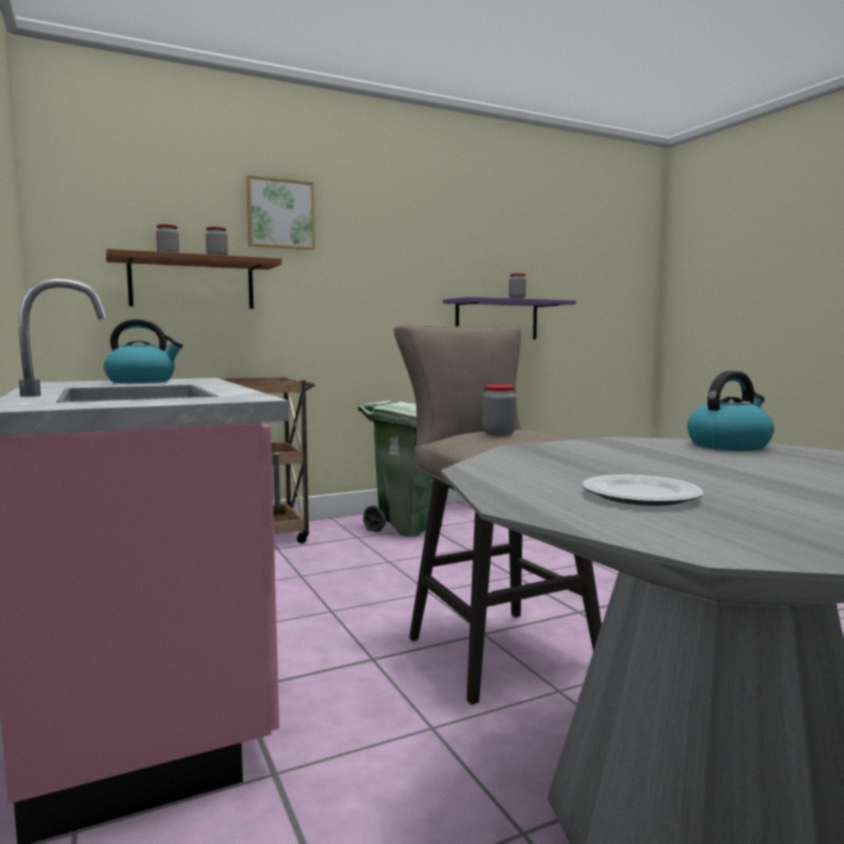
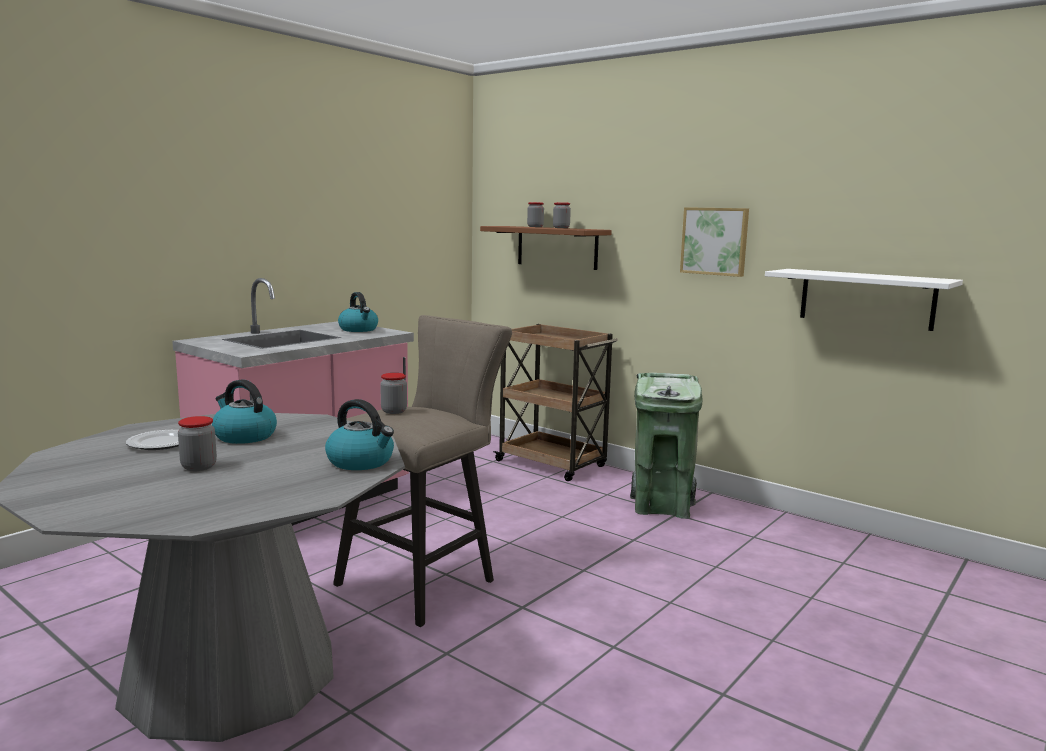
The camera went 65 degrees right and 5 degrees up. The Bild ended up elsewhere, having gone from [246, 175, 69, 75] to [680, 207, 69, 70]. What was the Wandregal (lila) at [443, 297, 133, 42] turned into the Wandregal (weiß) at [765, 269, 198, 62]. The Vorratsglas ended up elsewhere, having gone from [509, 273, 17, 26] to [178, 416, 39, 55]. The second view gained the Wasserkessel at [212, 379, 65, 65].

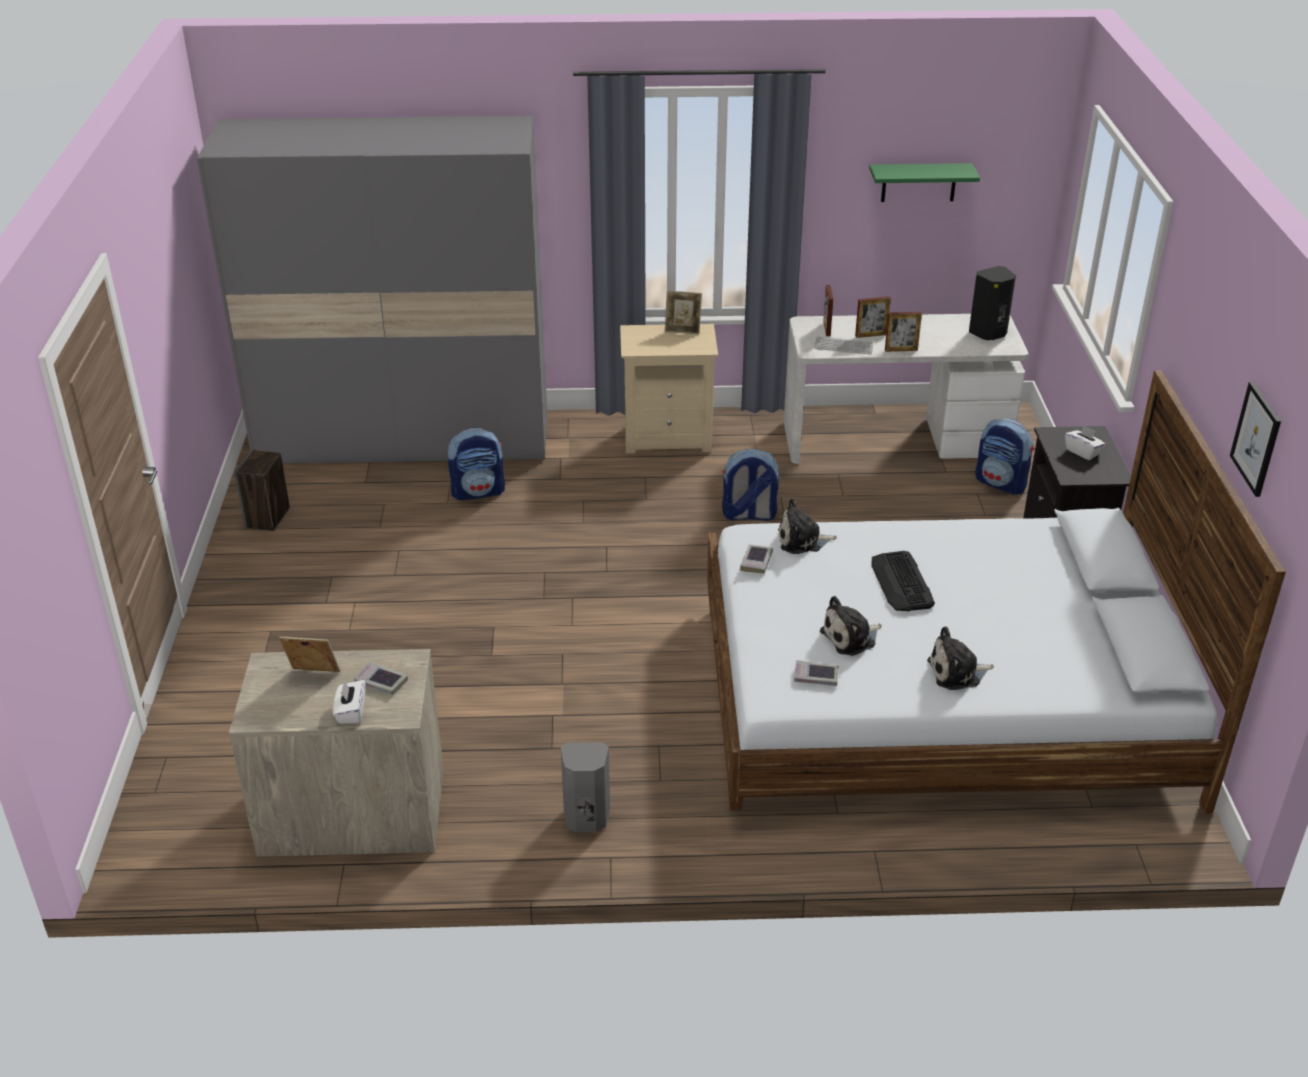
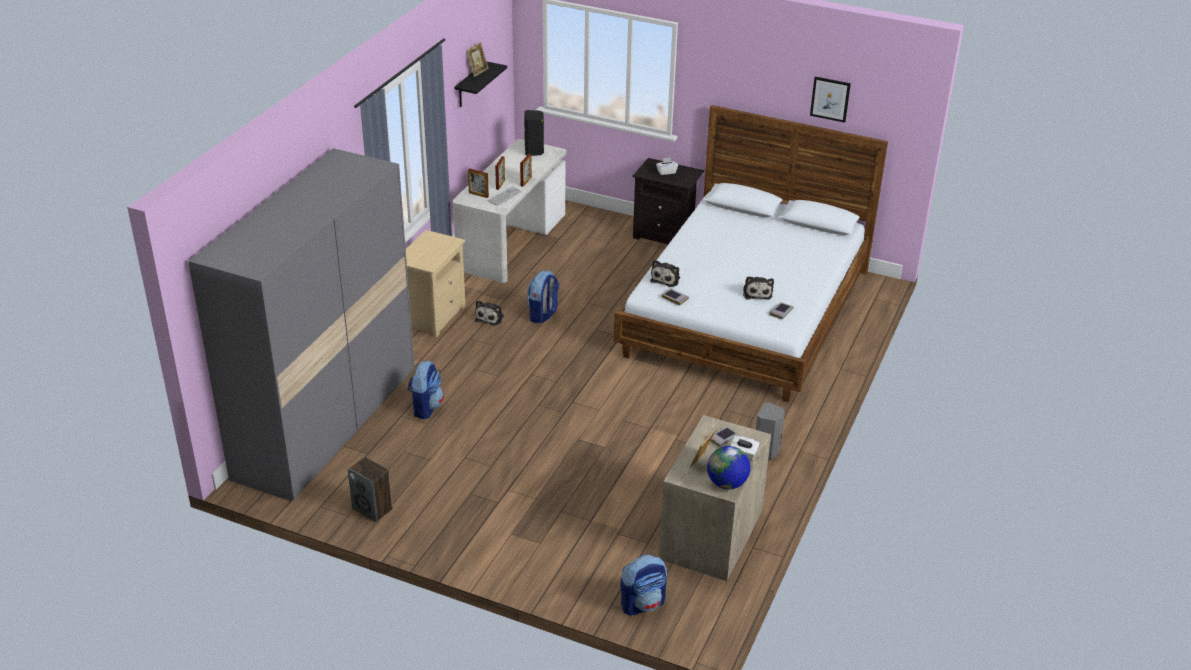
The camera went 65 degrees left and 0 degrees up. The Bilderrahmen ended up elsewhere, having gone from [665, 290, 37, 44] to [466, 42, 23, 35]. What was the Wandregal (grün) at [869, 163, 111, 39] turned into the Wandregal (schwarz) at [454, 62, 53, 45]. The second view lost the Tastatur at [872, 551, 63, 60]. The Plüschtier ended up elsewhere, having gone from [927, 626, 67, 64] to [475, 300, 29, 26]. The Rucksack ended up elsewhere, having gone from [975, 419, 59, 76] to [621, 554, 46, 61]. The second view gained the Globus at [707, 446, 43, 43].

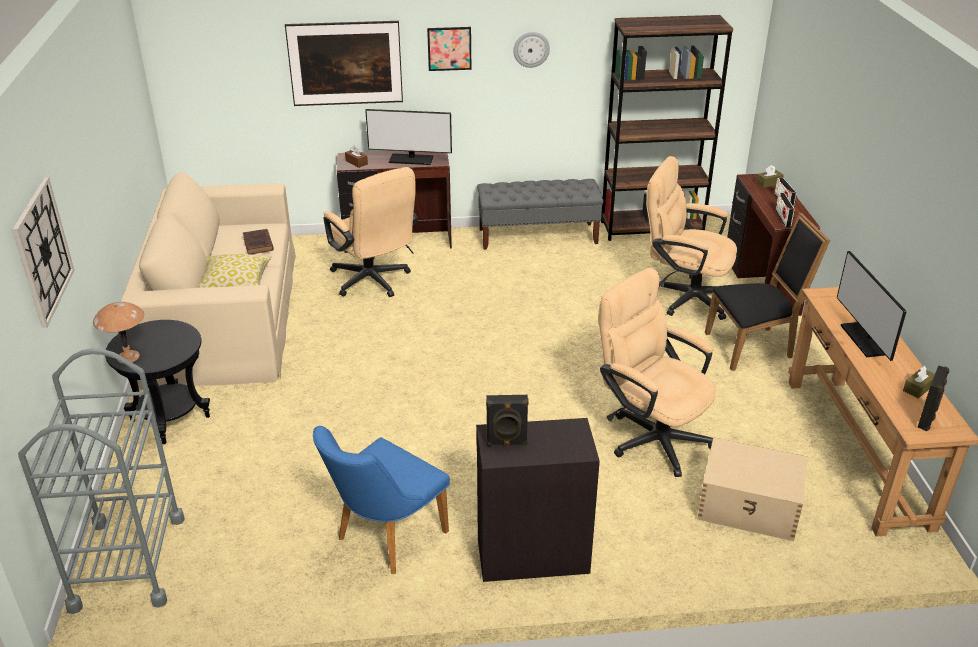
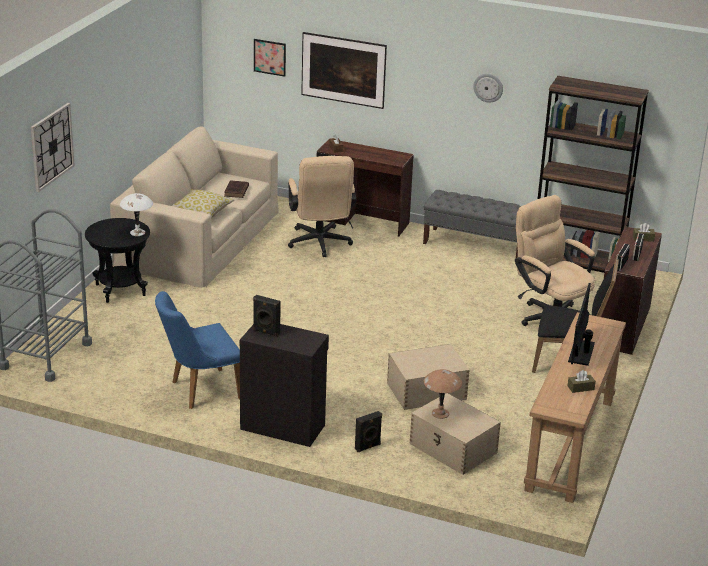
The camera went 25 degrees right and 5 degrees down. The Tischlampe (braun) ended up elsewhere, having gone from [93, 302, 51, 61] to [424, 369, 38, 50]. The second view lost the Monitor at [365, 109, 87, 56]. The Bild ended up elsewhere, having gone from [427, 27, 44, 44] to [254, 39, 32, 38]. Where the Bürostuhl (beige) stood at [598, 268, 119, 209], the Aufbewahrungsbox (beige) came to stand at [387, 344, 83, 66]. The Lautsprecher (schwarz) ended up elsewhere, having gone from [917, 365, 32, 66] to [355, 411, 27, 41]. The second view gained the Tischlampe (weiß) at [120, 193, 33, 43].

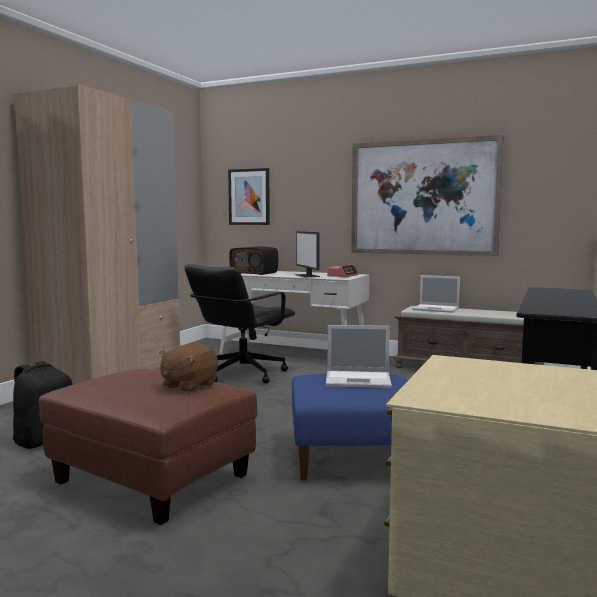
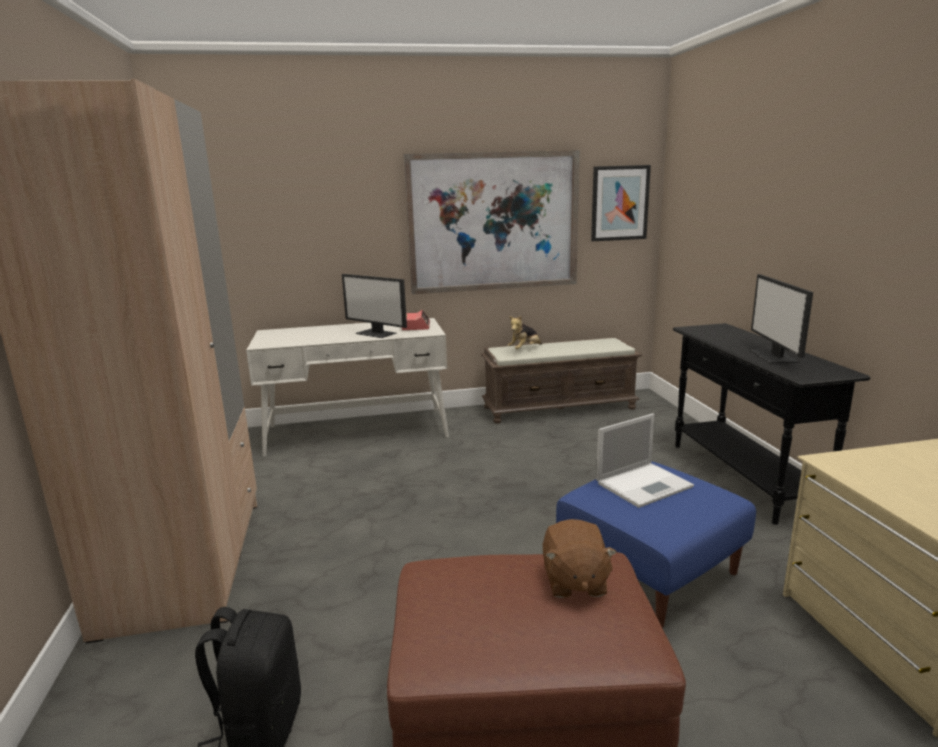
The camera went 35 degrees left and 10 degrees up. The second view lost the Bürostuhl (schwarz) at [184, 264, 111, 119]. The Bild ended up elsewhere, having gone from [228, 168, 42, 57] to [591, 165, 60, 76]. The second view lost the Radio at [229, 246, 49, 29]. Where the Laptop stood at [412, 275, 48, 38], the Plüschtier came to stand at [507, 316, 35, 33]. The second view gained the Monitor at [750, 274, 63, 89].

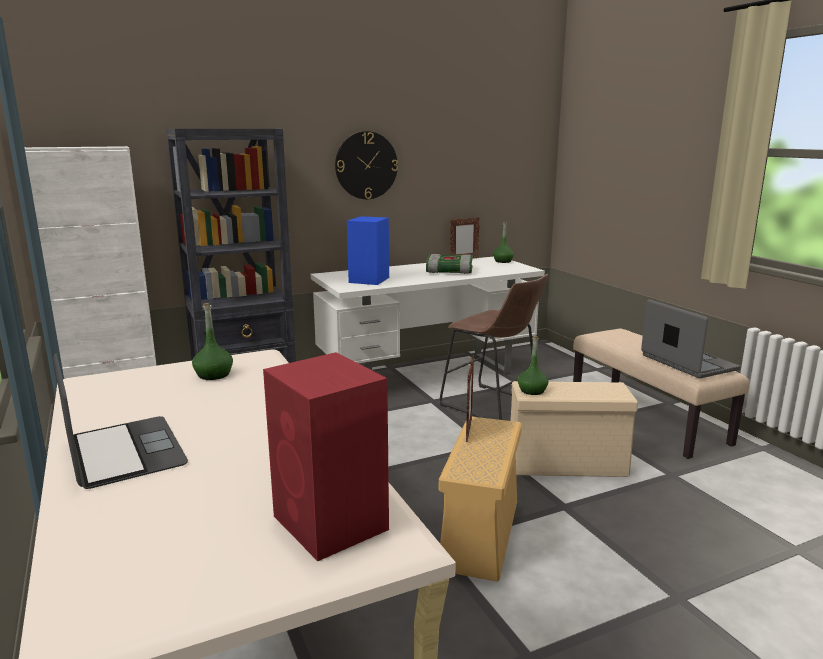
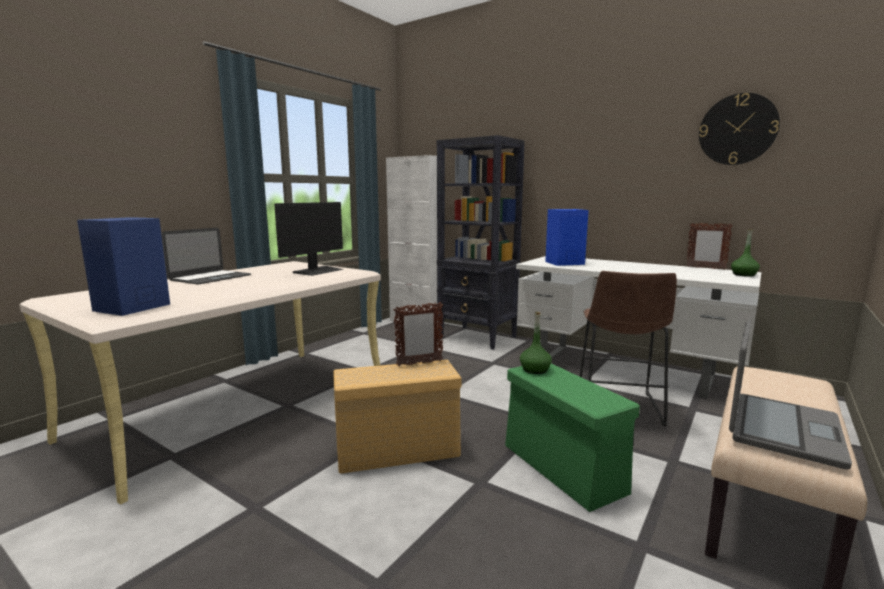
The camera went 60 degrees right and 5 degrees down. Where the Flasche (grün) stood at [192, 303, 41, 77], the Monitor came to stand at [274, 202, 70, 74]. What was the Lautsprecher (rot) at [263, 352, 126, 209] turned into the Lautsprecher (blau) at [77, 217, 93, 99]. The Wanduhr ended up elsewhere, having gone from [335, 131, 63, 68] to [699, 93, 81, 72]. The second view lost the Buch at [426, 254, 47, 20]. What was the Aufbewahrungsbox (beige) at [510, 381, 128, 96] turned into the Aufbewahrungsbox (grün) at [505, 364, 135, 148].

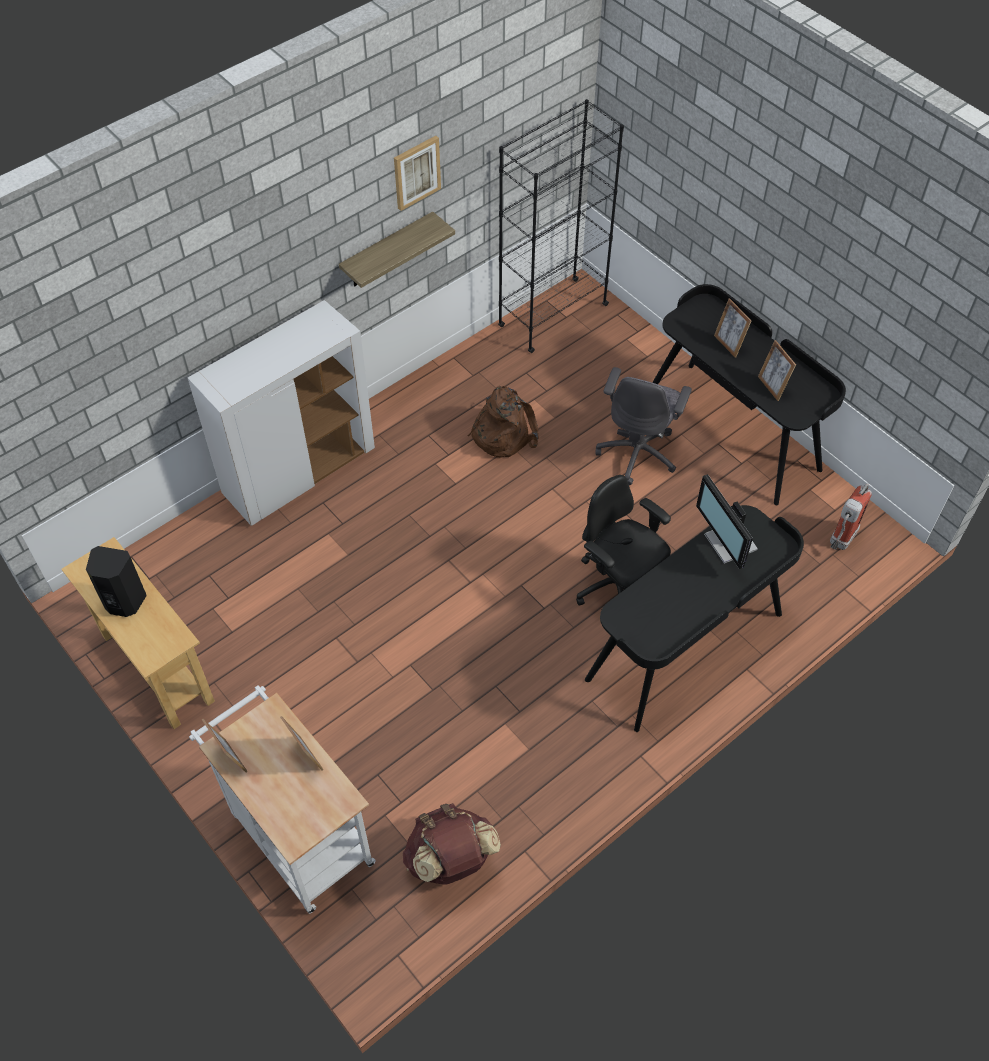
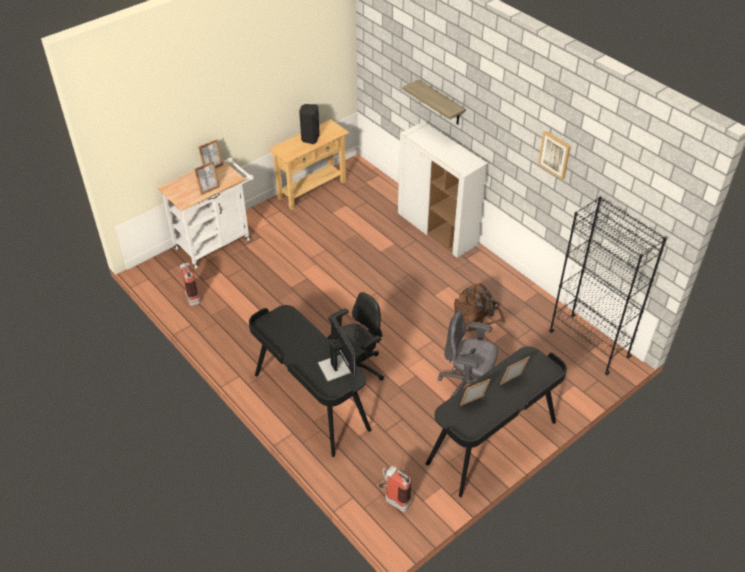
The camera went 90 degrees right and 10 degrees down. The Wandregal ended up elsewhere, having gone from [339, 211, 116, 77] to [403, 79, 63, 46]. Where the Rucksack (braun) stood at [403, 803, 98, 82], the Feuerlöscher came to stand at [180, 263, 20, 43]. The Monitor at [696, 474, 62, 95] ended up facing another way, 90 degrees clockwise from before.

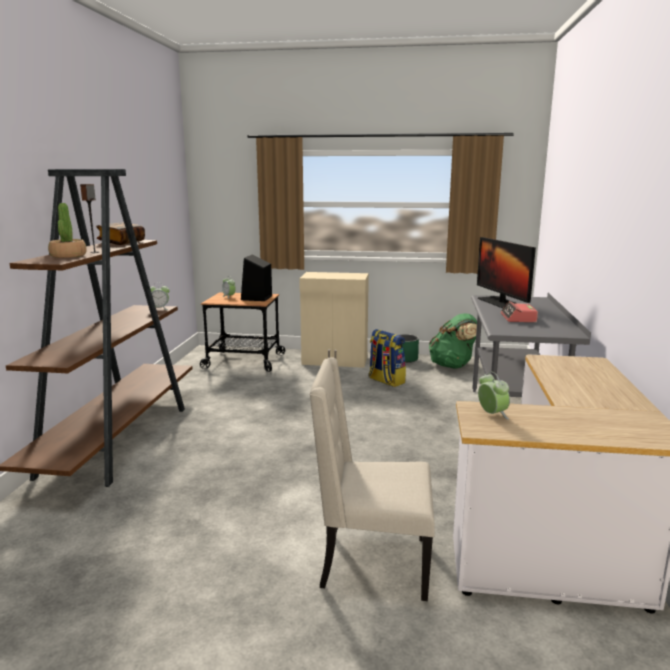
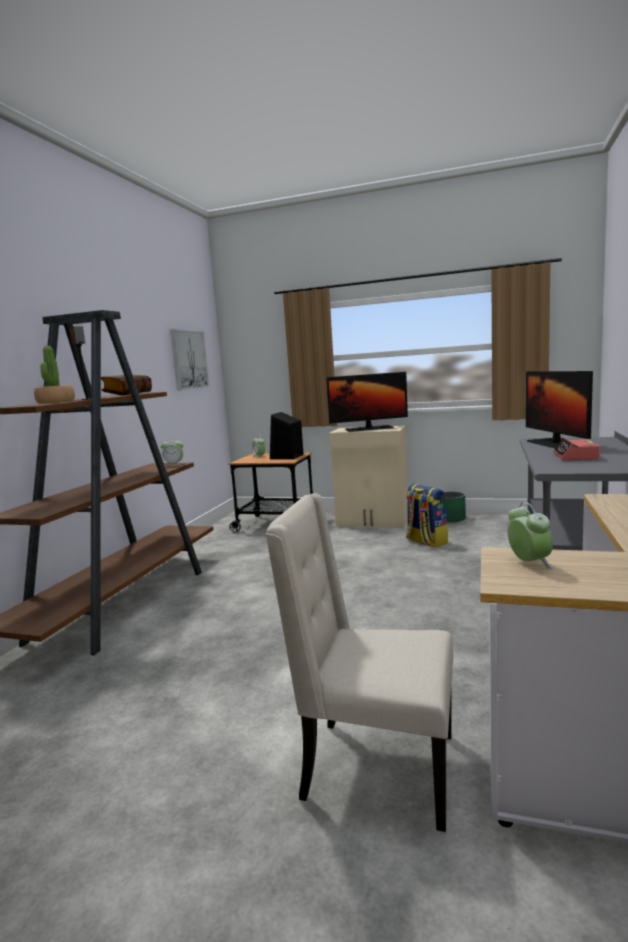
The camera went 10 degrees right and 5 degrees down. The second view lost the Rucksack (grün) at [429, 313, 48, 56]. The second view gained the Bild at [170, 329, 39, 62]. The second view gained the Monitor at [326, 372, 82, 60].

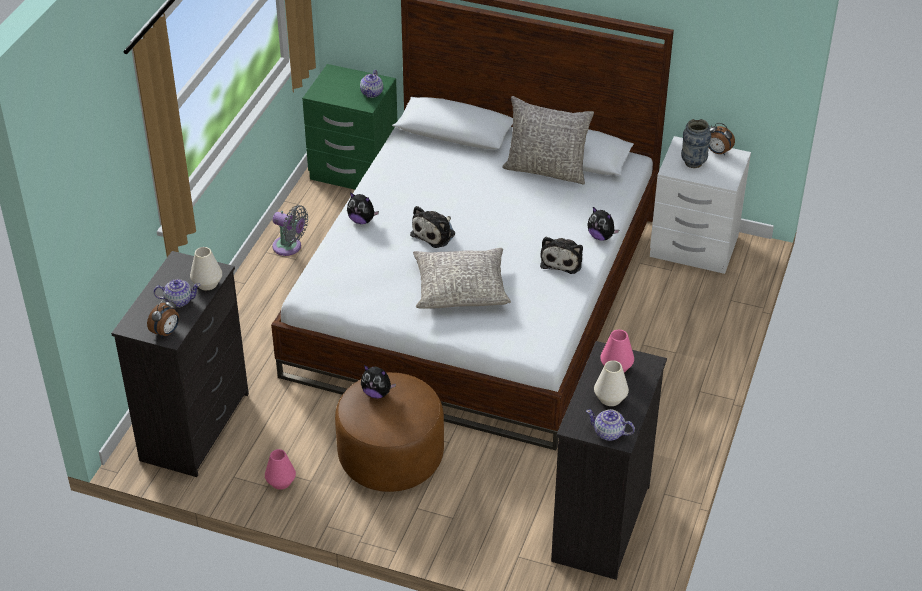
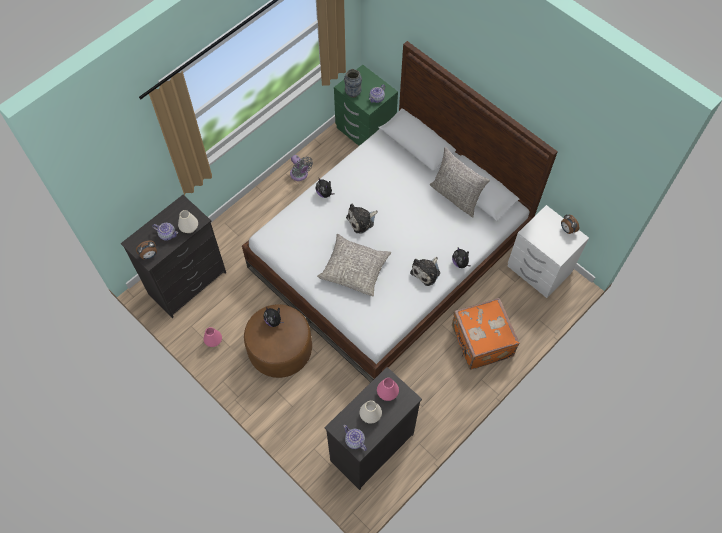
The camera went 25 degrees right and 20 degrees up. The Vase ended up elsewhere, having gone from [681, 119, 30, 49] to [344, 69, 18, 29]. The second view gained the Koffer (orange) at [452, 298, 67, 72].

